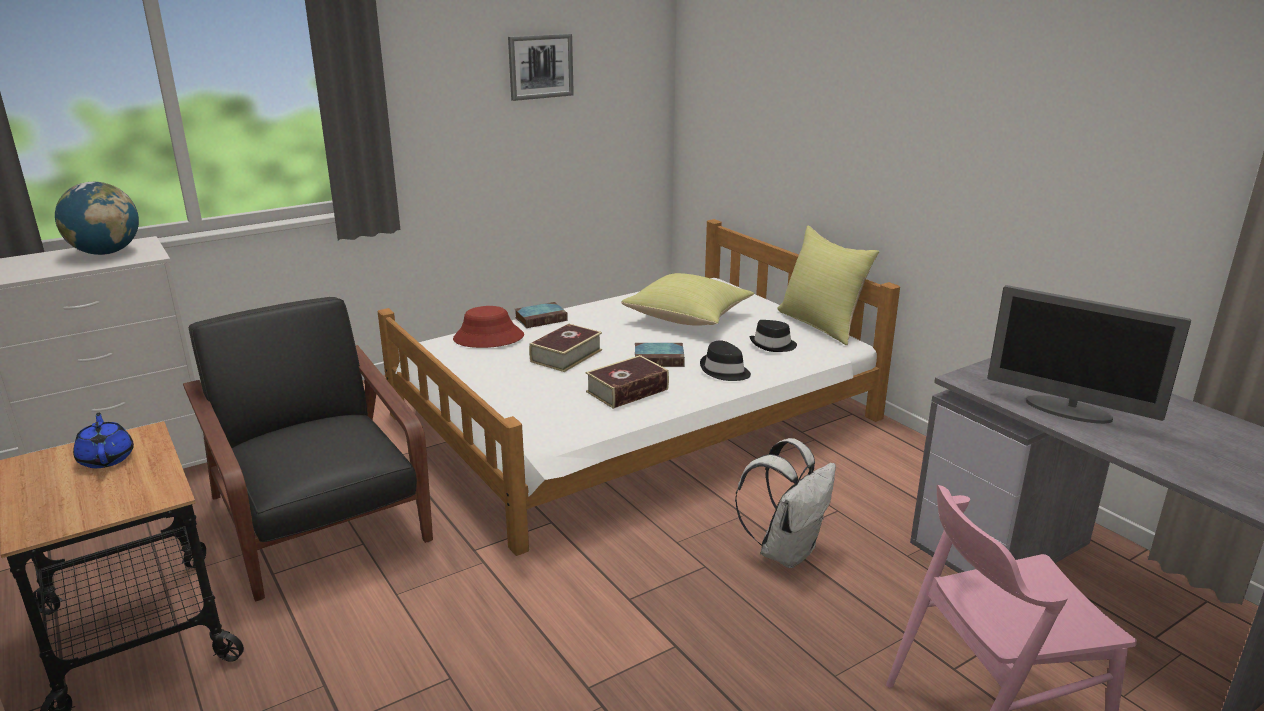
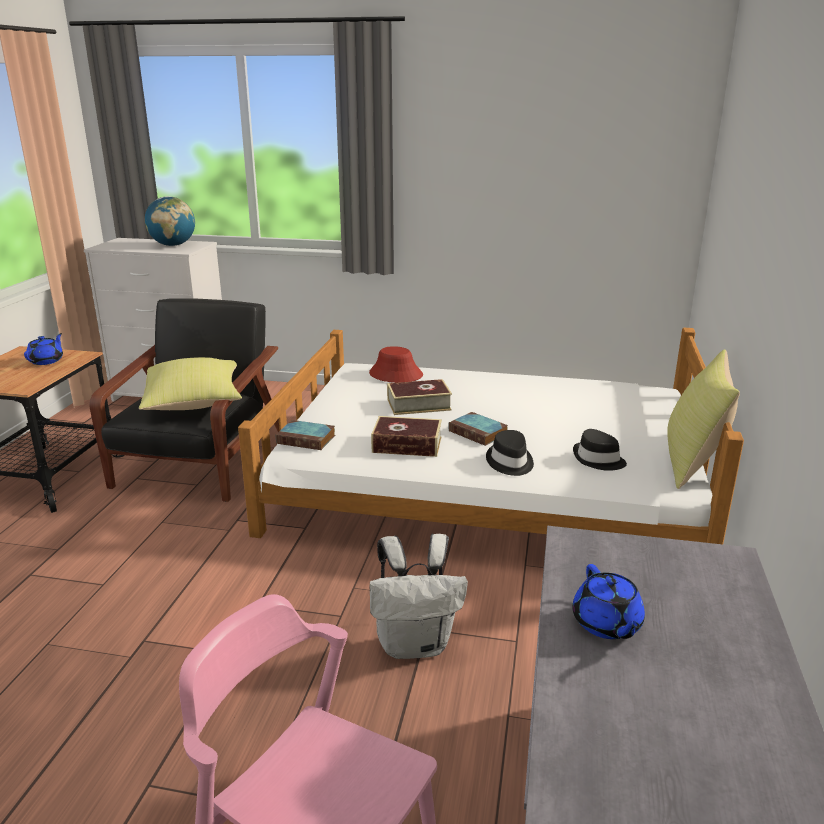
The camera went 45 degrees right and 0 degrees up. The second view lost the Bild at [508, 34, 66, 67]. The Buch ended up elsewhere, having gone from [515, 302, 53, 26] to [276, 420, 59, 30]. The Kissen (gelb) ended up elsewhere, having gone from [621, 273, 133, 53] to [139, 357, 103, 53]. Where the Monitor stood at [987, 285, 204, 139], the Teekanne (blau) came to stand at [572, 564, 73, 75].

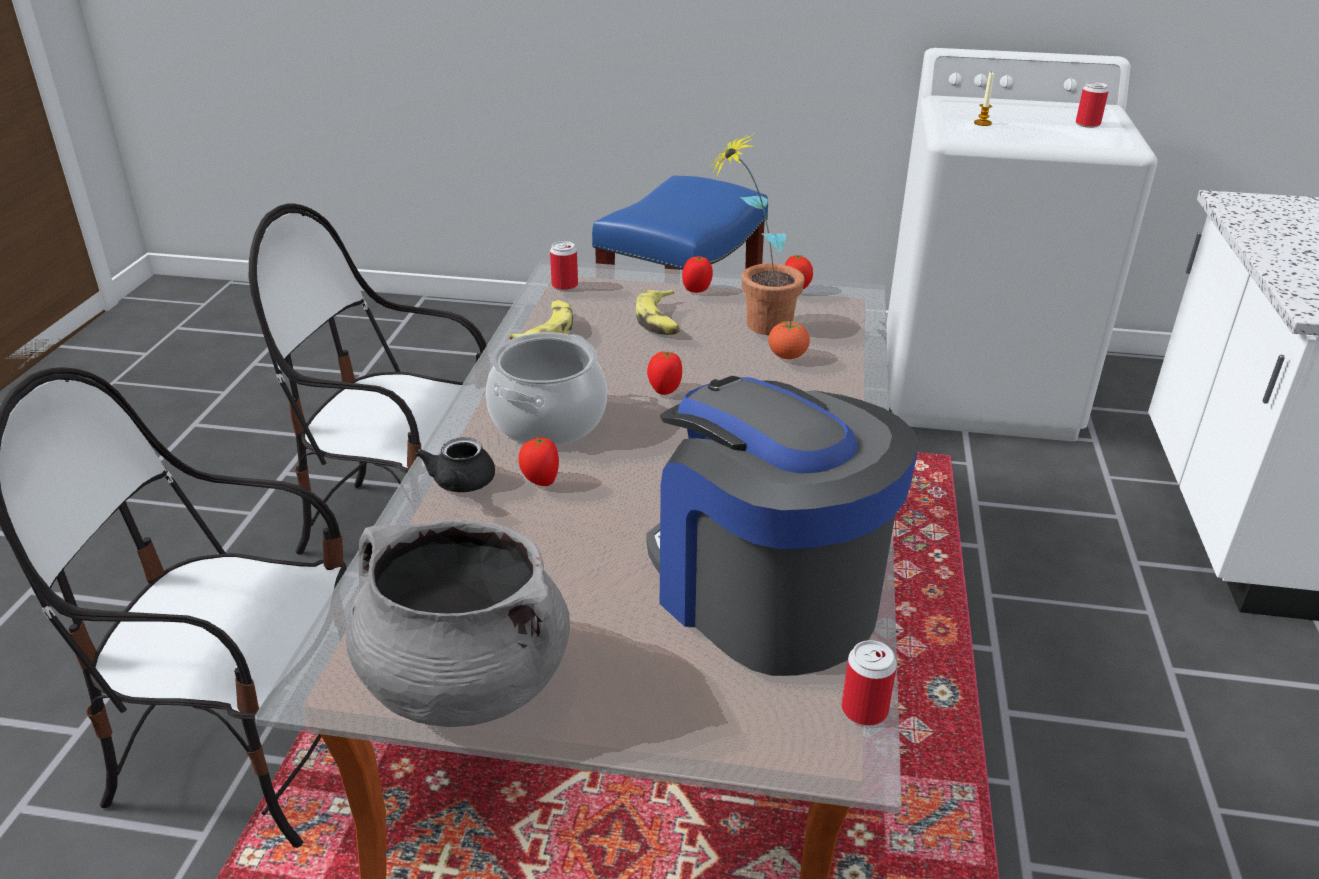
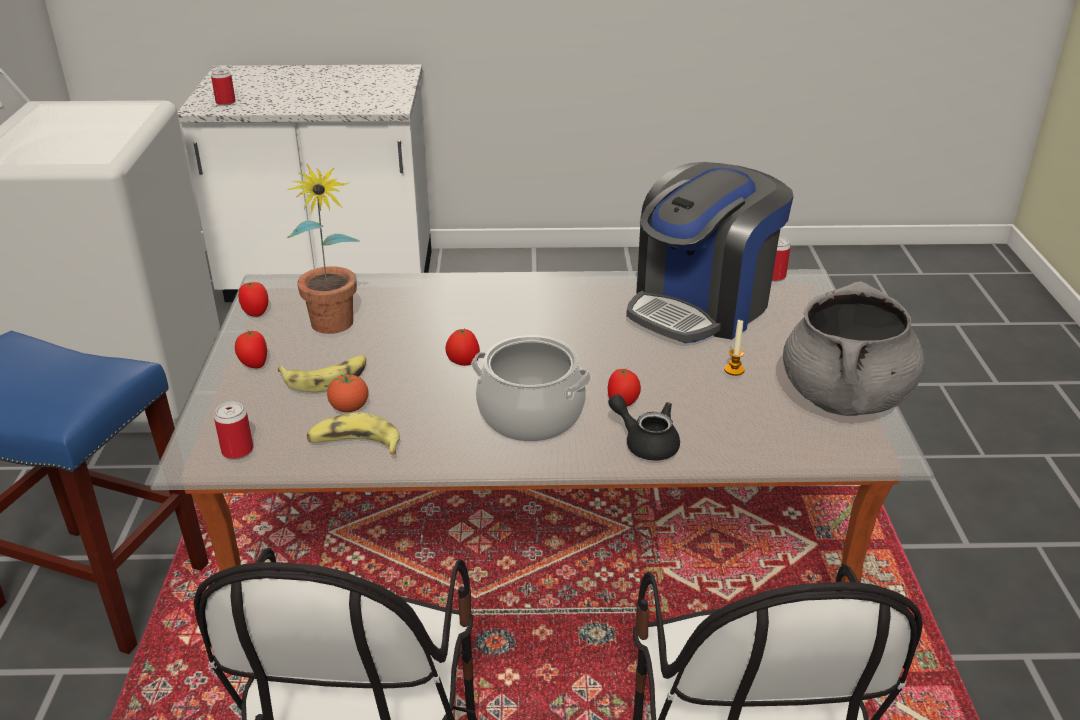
The camera went 100 degrees left and 0 degrees up. The Teekanne (schwarz) at [415, 437, 80, 55] ended up facing another way, 135 degrees counterclockwise from before. The Tomate ended up elsewhere, having gone from [768, 320, 42, 39] to [327, 374, 41, 38]. The Kerze ended up elsewhere, having gone from [974, 72, 20, 54] to [724, 319, 21, 57]. The Dose ended up elsewhere, having gone from [1076, 82, 33, 46] to [211, 69, 25, 37].

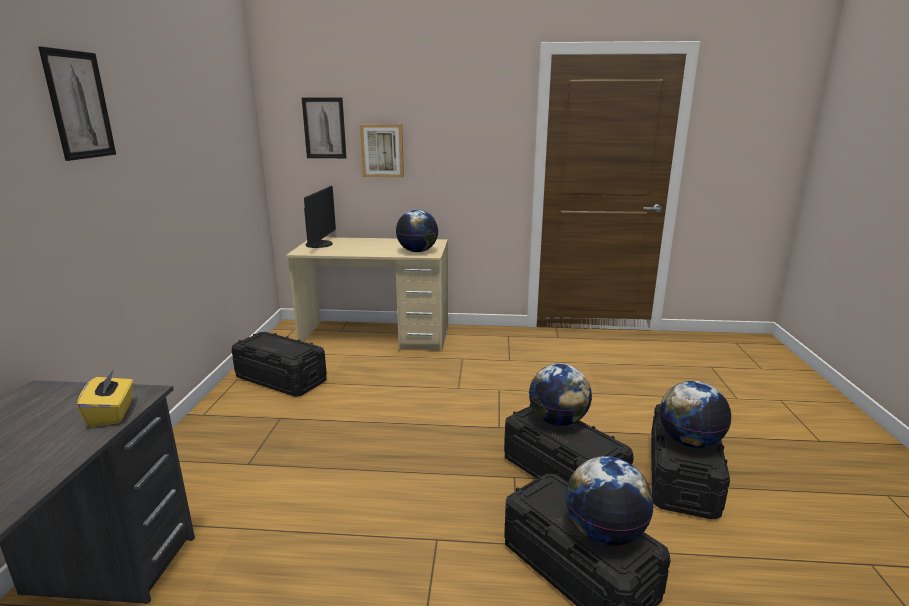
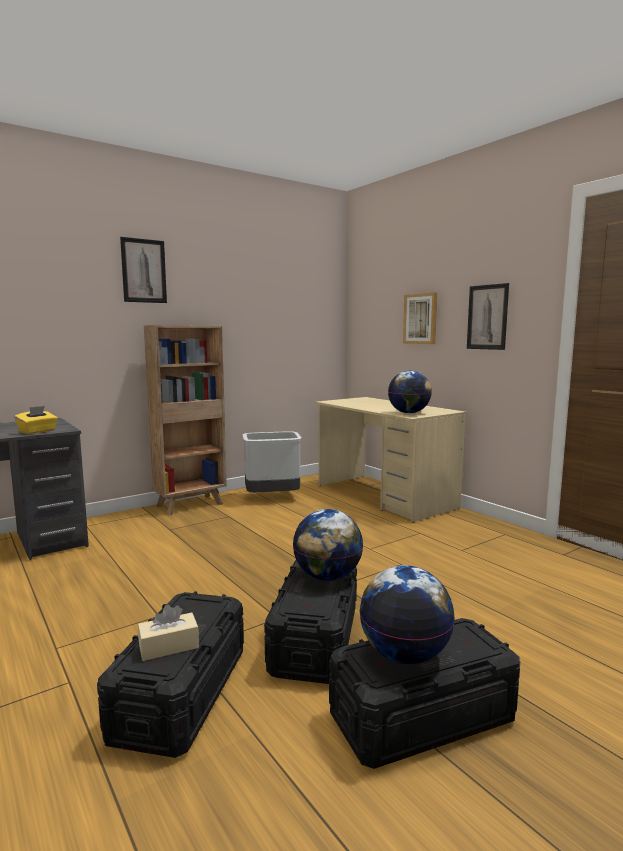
The camera went 50 degrees right and 10 degrees down. Where the Aufbewahrungsbox (schwarz) stood at [231, 332, 96, 65], the Mülleimer (grau) came to stand at [243, 431, 59, 61]. The Bild ended up elsewhere, having gone from [302, 98, 44, 60] to [467, 283, 42, 67]. The second view lost the Monitor at [304, 186, 32, 62]. Where the Globus stood at [566, 456, 88, 90], the Taschentuchbox (beige) came to stand at [138, 604, 61, 57]. The second view gained the Bücherregal (braun) at [144, 325, 83, 190].

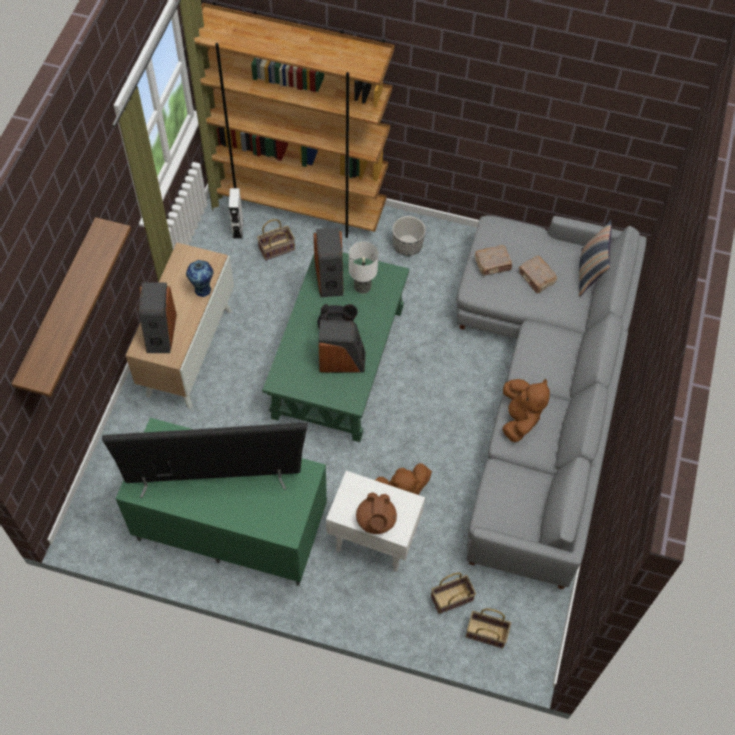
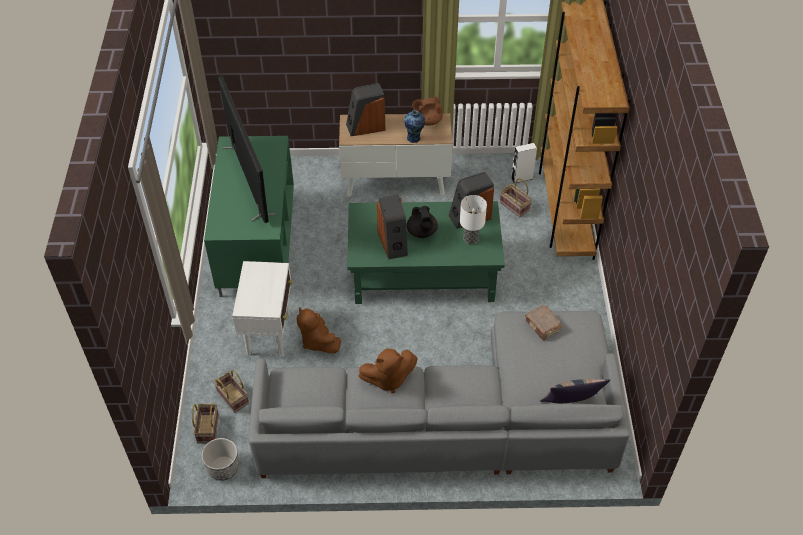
The camera went 75 degrees right and 10 degrees down. The second view lost the Wandregal at [11, 217, 120, 180]. The Teekanne (braun) ended up elsewhere, having gone from [356, 492, 41, 42] to [412, 96, 31, 30]. The Pflanzkübel ended up elsewhere, having gone from [392, 216, 34, 40] to [202, 438, 37, 43]. The second view lost the Buch (braun) at [519, 256, 38, 37].

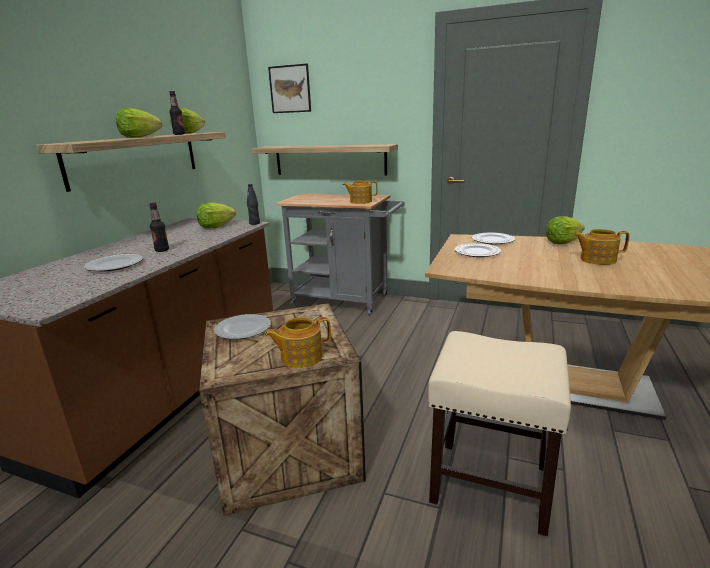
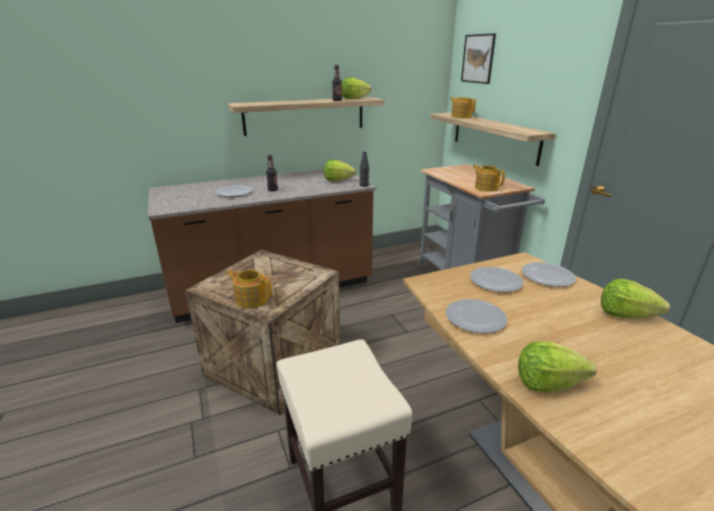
The camera went 45 degrees right and 5 degrees up. The Salatkopf ended up elsewhere, having gone from [116, 108, 46, 30] to [518, 342, 79, 50]. The Teller ended up elsewhere, having gone from [214, 314, 57, 25] to [446, 299, 61, 34]. The Teekanne ended up elsewhere, having gone from [574, 229, 56, 36] to [450, 97, 26, 21].

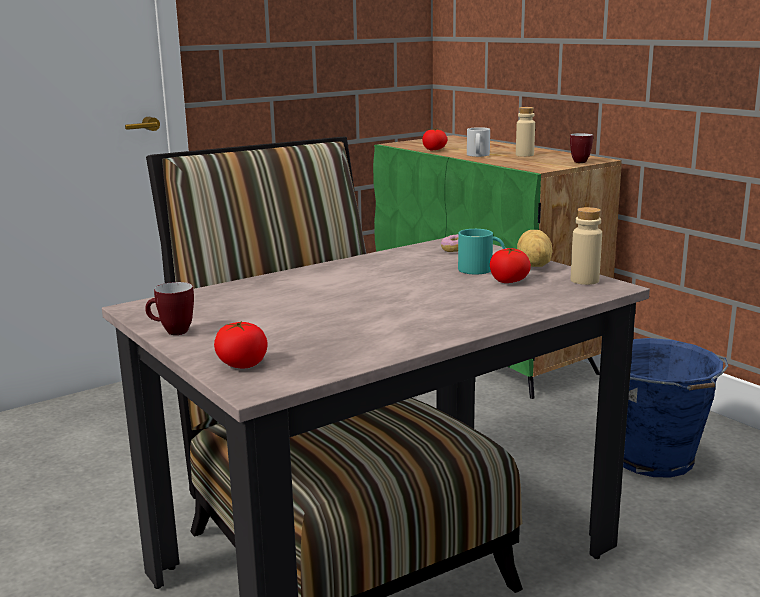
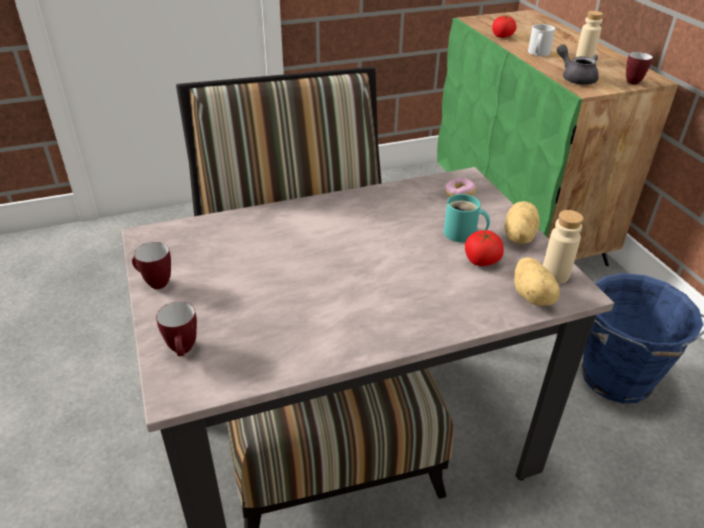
The camera went 15 degrees right and 20 degrees up. Where the Tomate stood at [214, 320, 54, 49], the Henkelbecher came to stand at [156, 302, 41, 54]. The second view gained the Kartoffel at [514, 257, 46, 49]. The second view gained the Teekanne (grau) at [557, 44, 42, 41].

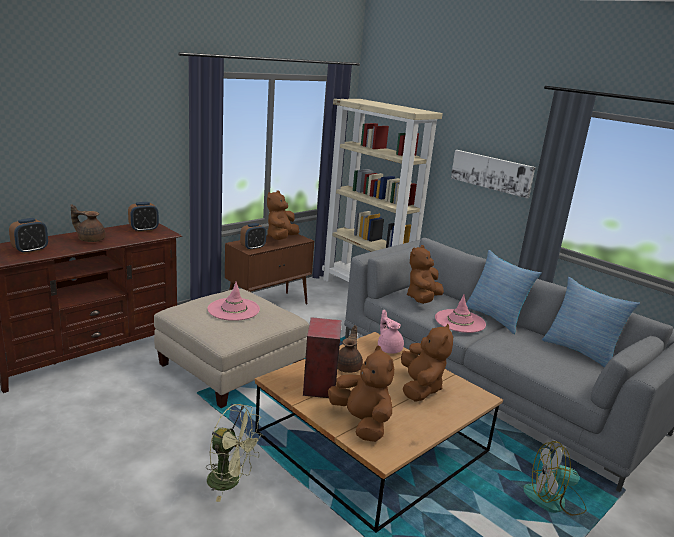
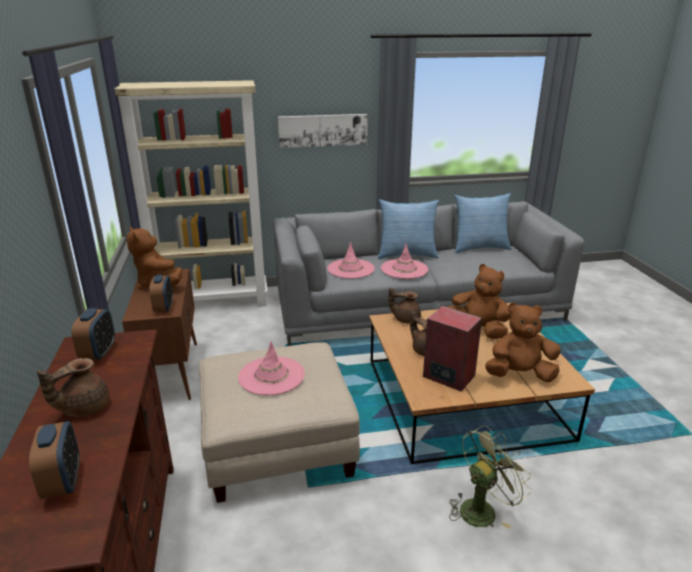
The camera went 55 degrees left and 5 degrees up. What was the Teekanne (rosa) at [378, 310, 26, 44] turned into the Teekanne (braun) at [388, 287, 33, 37]. Where the Plüschtier (braun) stood at [407, 245, 37, 59], the Hut (rosa) came to stand at [327, 242, 48, 37]. The second view lost the Ventilator at [523, 441, 63, 75].

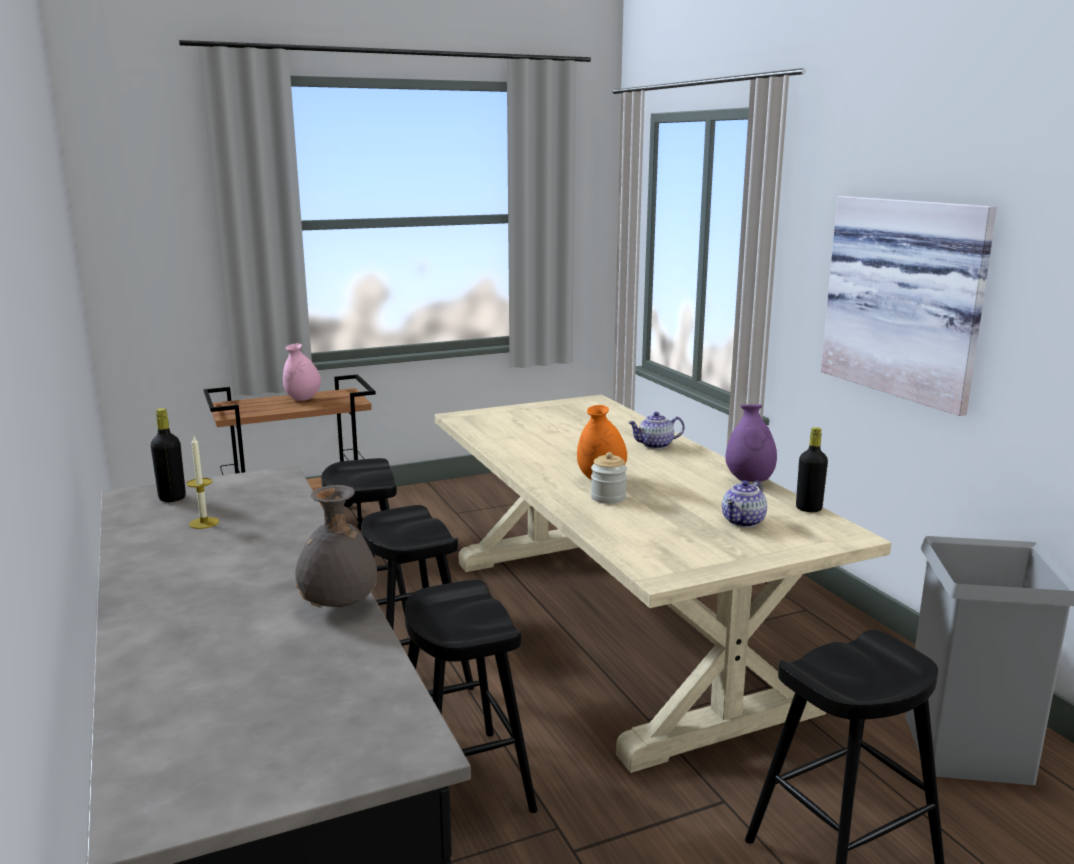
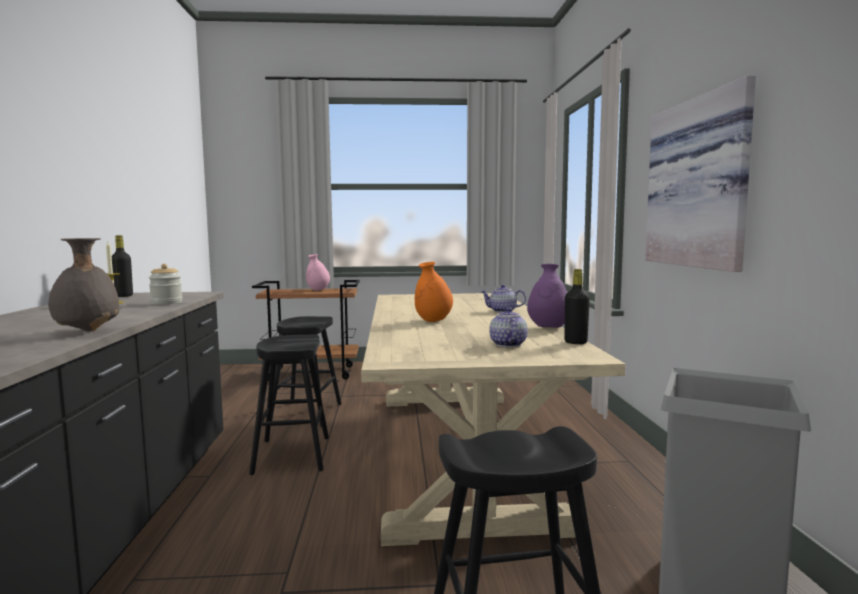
The camera went 20 degrees right and 10 degrees down. The second view lost the Hocker (schwarz) at [405, 580, 133, 233]. The Vorratsglas ended up elsewhere, having gone from [591, 452, 36, 52] to [149, 264, 33, 41]. The Teekanne at [722, 480, 45, 48] ended up facing another way, 120 degrees clockwise from before.

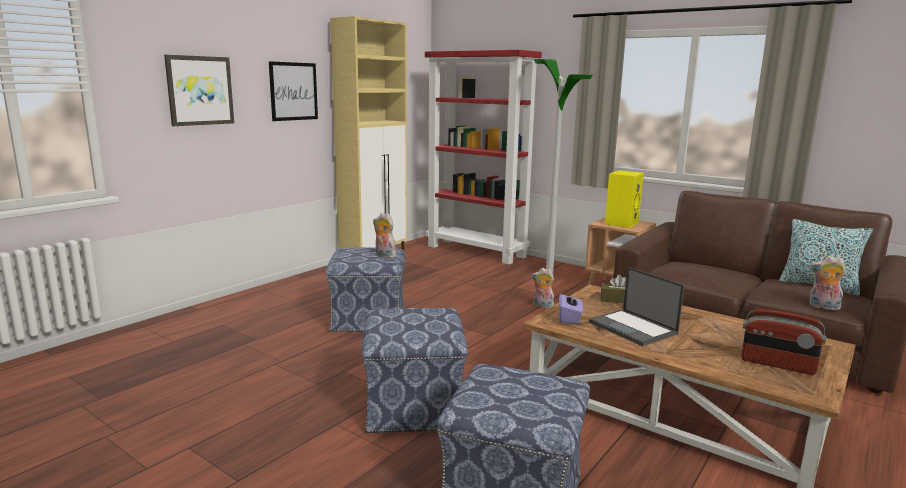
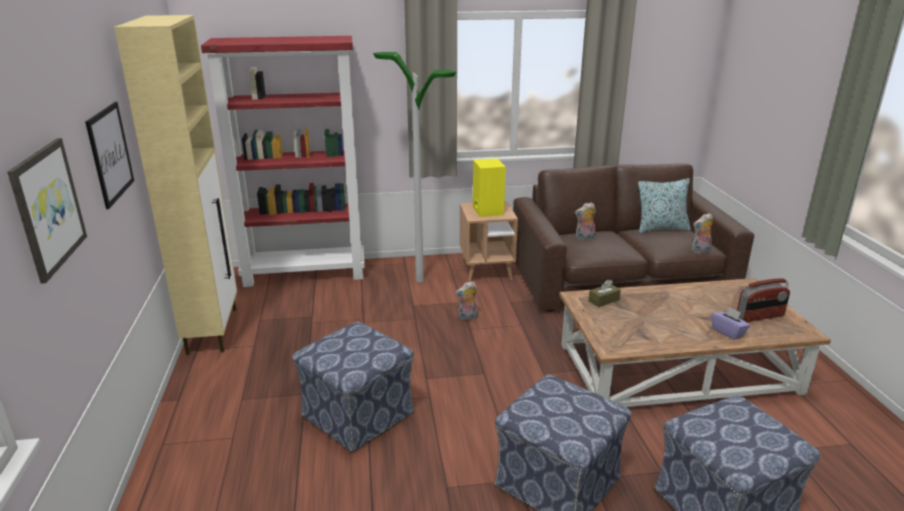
The camera went 45 degrees left and 10 degrees up. The Plüschtier ended up elsewhere, having gone from [373, 212, 23, 46] to [575, 202, 21, 38]. The Taschentuchbox (lila) ended up elsewhere, having gone from [559, 291, 24, 34] to [711, 307, 39, 33]. The second view lost the Laptop at [589, 267, 95, 79].

